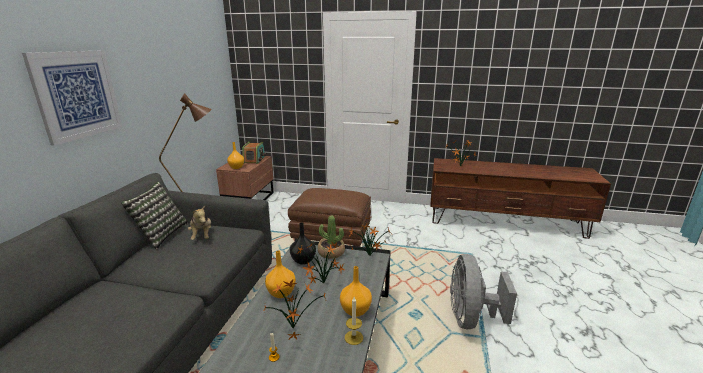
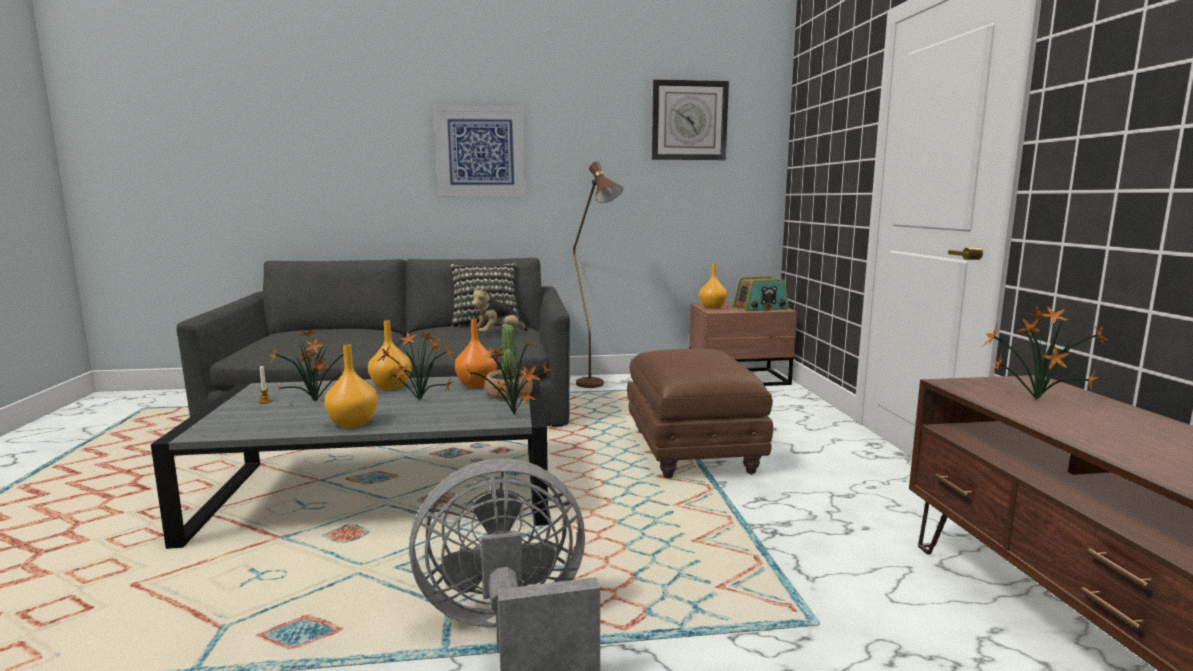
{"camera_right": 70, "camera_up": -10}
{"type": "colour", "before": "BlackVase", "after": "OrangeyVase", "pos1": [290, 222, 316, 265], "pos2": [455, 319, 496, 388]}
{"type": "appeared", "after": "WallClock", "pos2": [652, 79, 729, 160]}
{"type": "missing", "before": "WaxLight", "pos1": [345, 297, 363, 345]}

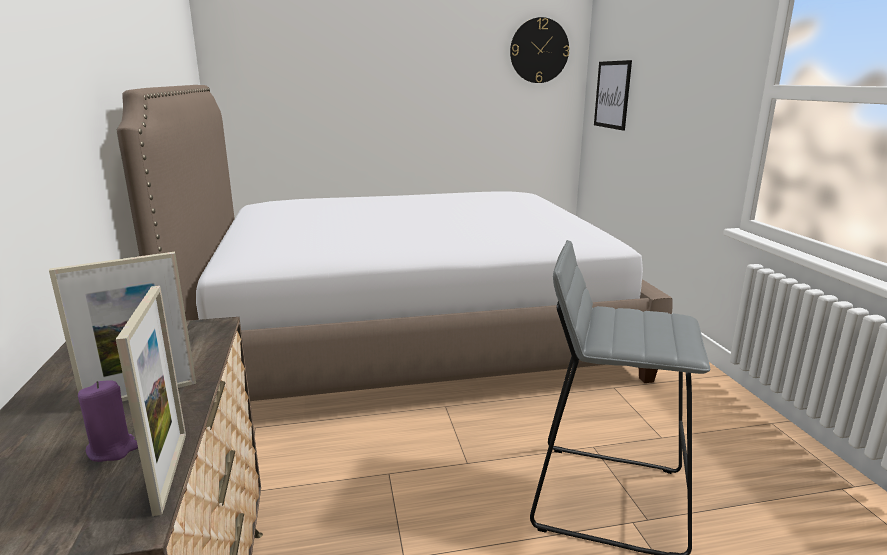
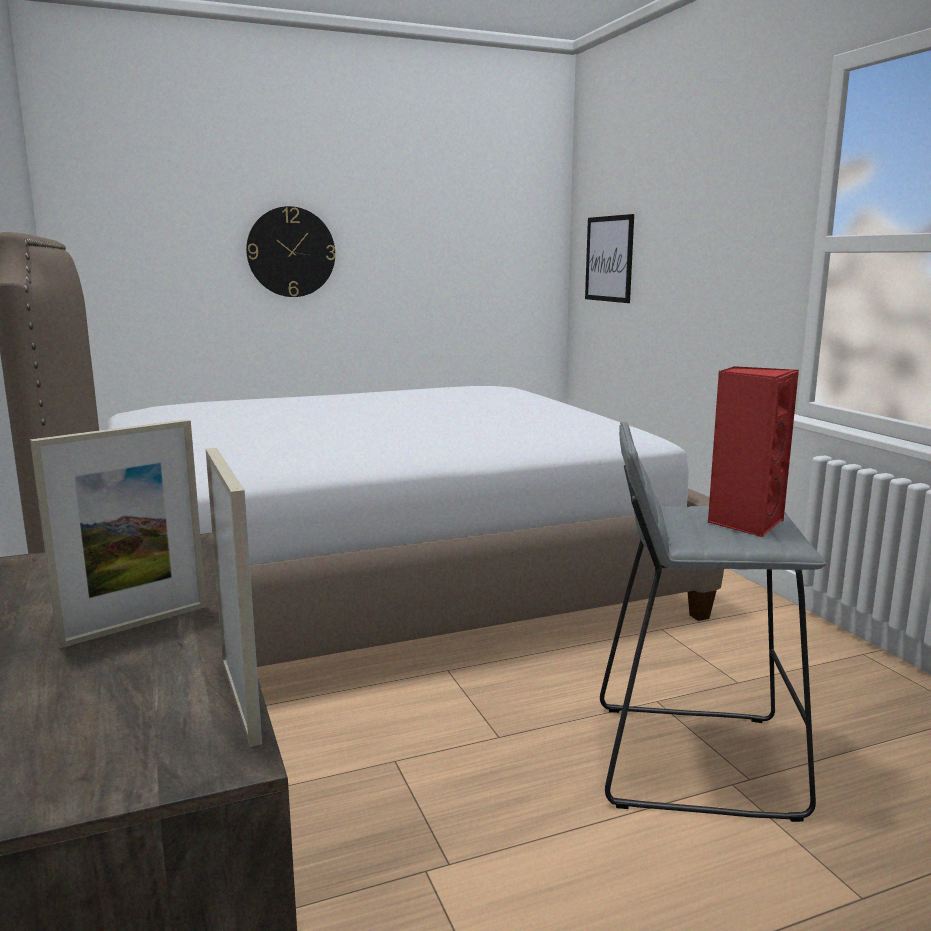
{"camera_right": -10, "camera_up": -5}
{"type": "relocated", "before": "WallClock", "pos1": [510, 17, 569, 83], "pos2": [246, 206, 335, 297]}
{"type": "appeared", "after": "ReddishAudioSpeaker", "pos2": [707, 366, 799, 537]}
{"type": "missing", "before": "PurpleColouredWaxLight", "pos1": [78, 380, 138, 462]}

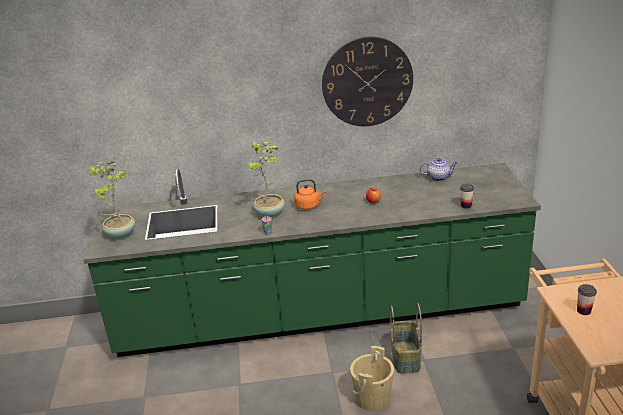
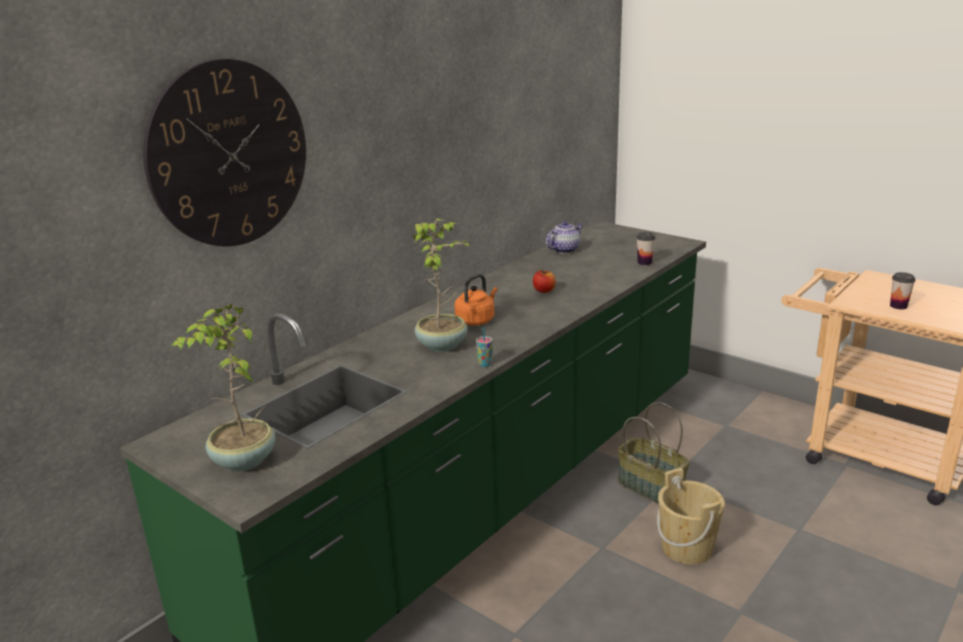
{"camera_right": -45, "camera_up": -5}
{"type": "relocated", "before": "WallClock", "pos1": [322, 37, 413, 126], "pos2": [143, 59, 306, 246]}

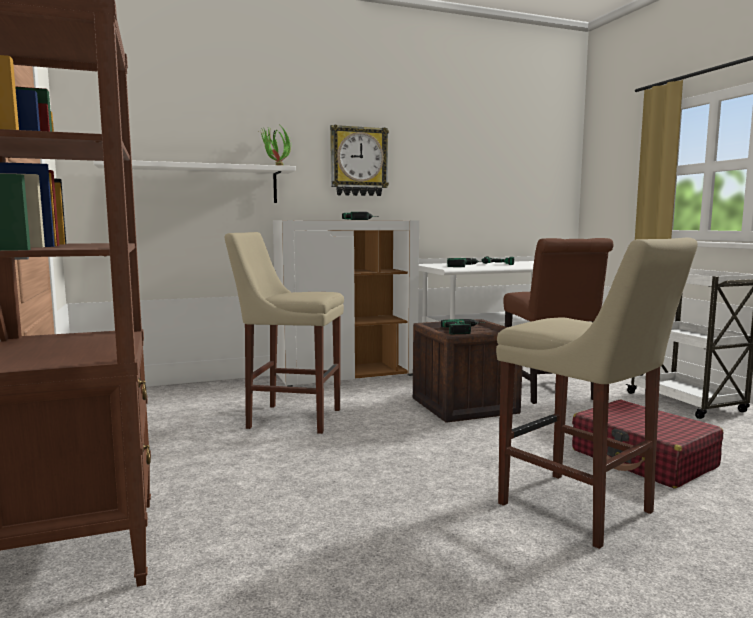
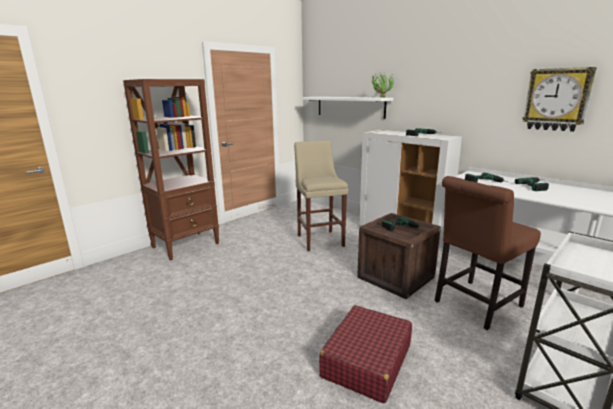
{"camera_right": 65, "camera_up": 10}
{"type": "relocated", "before": "WallClock", "pos1": [330, 125, 389, 196], "pos2": [522, 67, 597, 132]}
{"type": "missing", "before": "BeigeSittingStool", "pos1": [496, 238, 698, 549]}

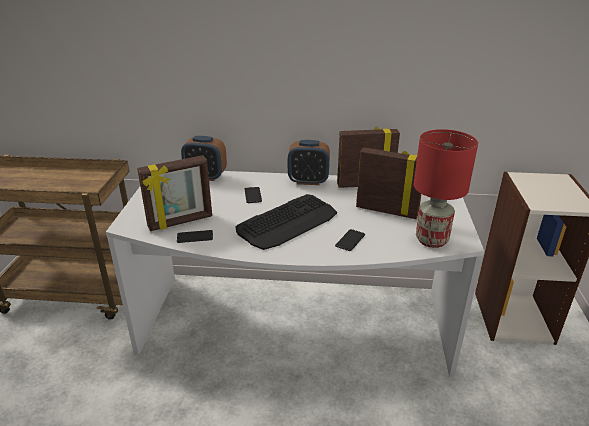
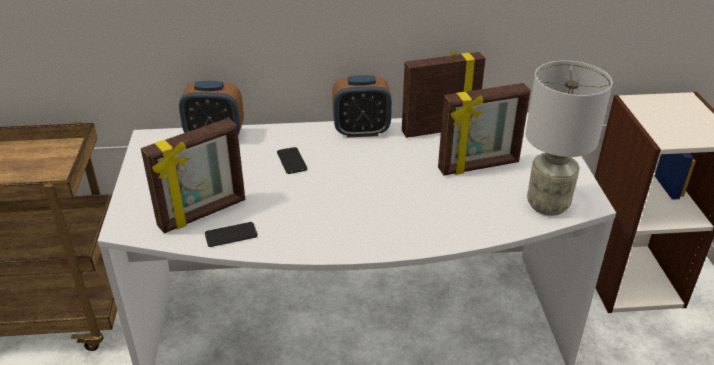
{"camera_right": -10, "camera_up": 5}
{"type": "spun", "before": "StandingFrame", "pos1": [356, 147, 422, 219], "pos2": [438, 83, 531, 175], "turn": 150}
{"type": "colour", "before": "ReddishLampForATable", "after": "GreyLampForATable", "pos1": [414, 129, 478, 248], "pos2": [525, 61, 612, 216]}
{"type": "missing", "before": "ComputerKeyboard", "pos1": [236, 194, 337, 250]}
{"type": "missing", "before": "Telephone", "pos1": [335, 229, 365, 251]}

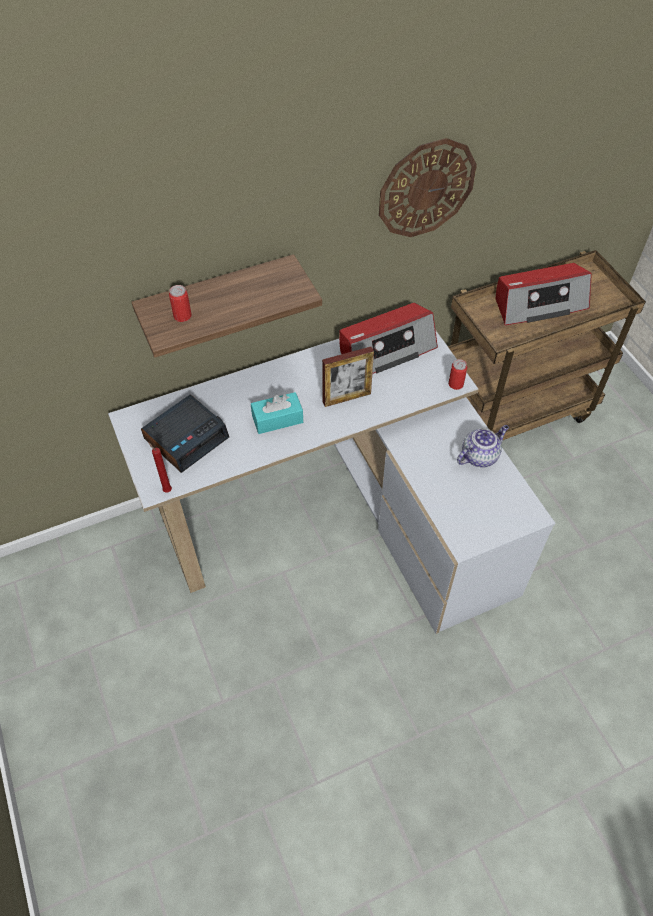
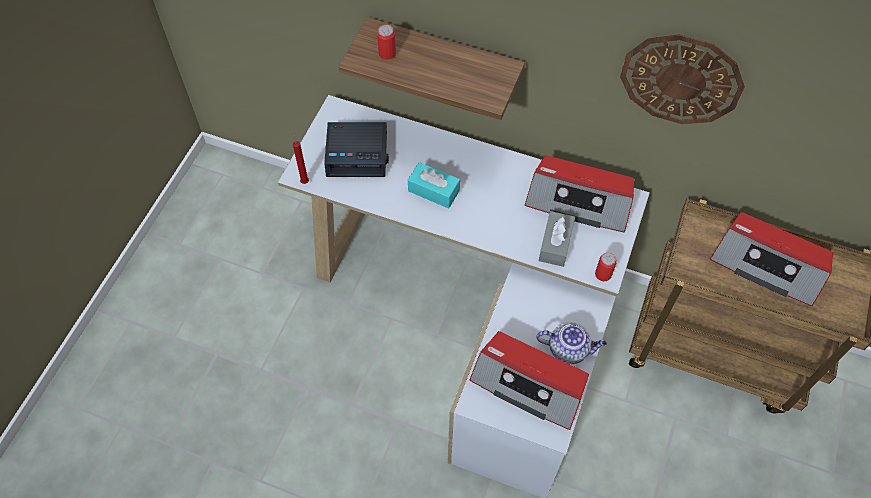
{"camera_right": 45, "camera_up": 5}
{"type": "appeared", "after": "Radio", "pos2": [470, 331, 589, 430]}
{"type": "appeared", "after": "GreyTissueBox", "pos2": [539, 211, 575, 267]}
{"type": "missing", "before": "StandingFrame", "pos1": [322, 347, 374, 407]}

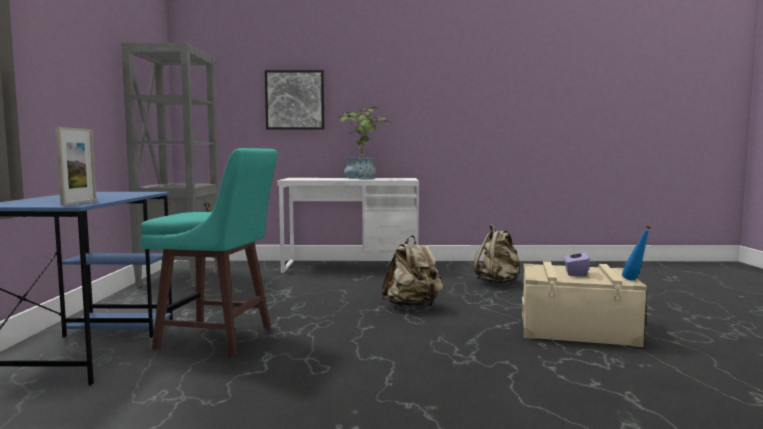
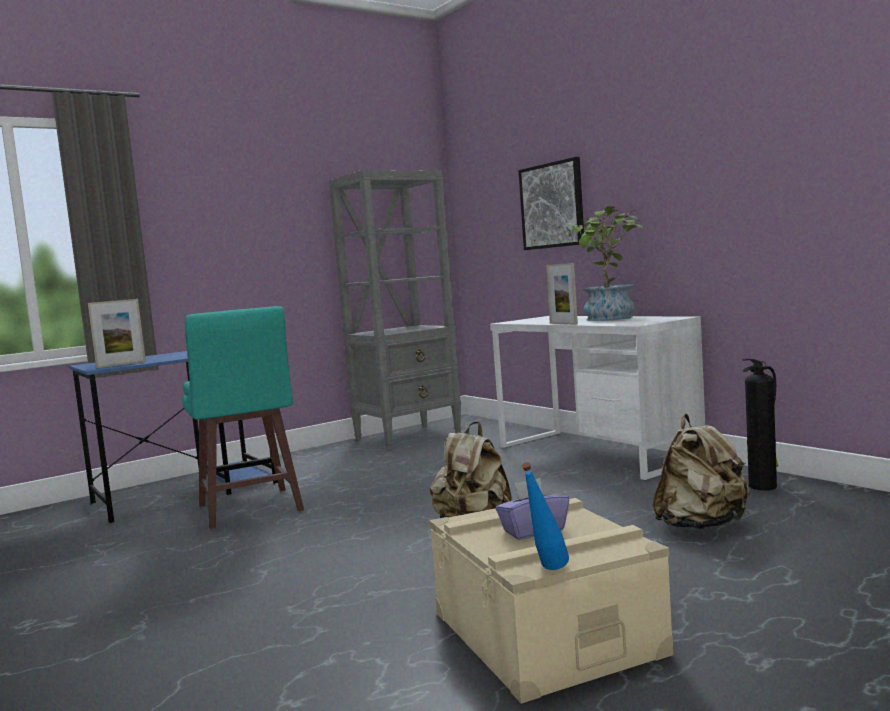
{"camera_right": 55, "camera_up": 0}
{"type": "appeared", "after": "StandingFrame", "pos2": [546, 263, 578, 325]}
{"type": "appeared", "after": "Extinguisher", "pos2": [742, 359, 779, 490]}

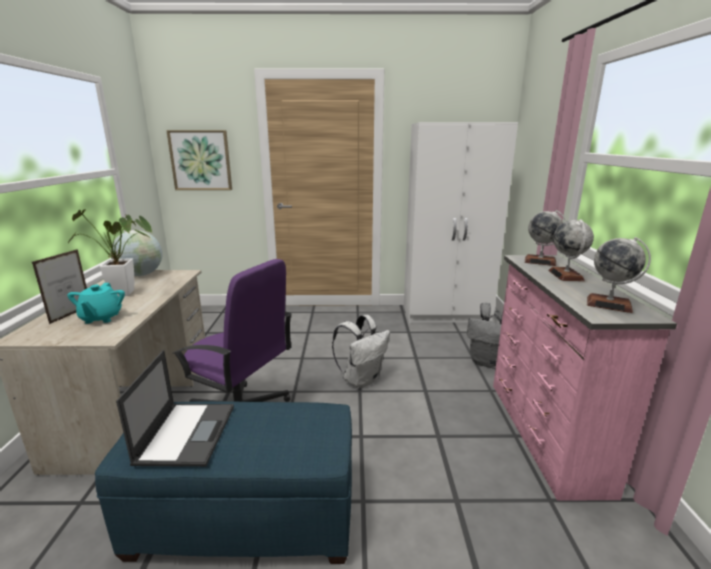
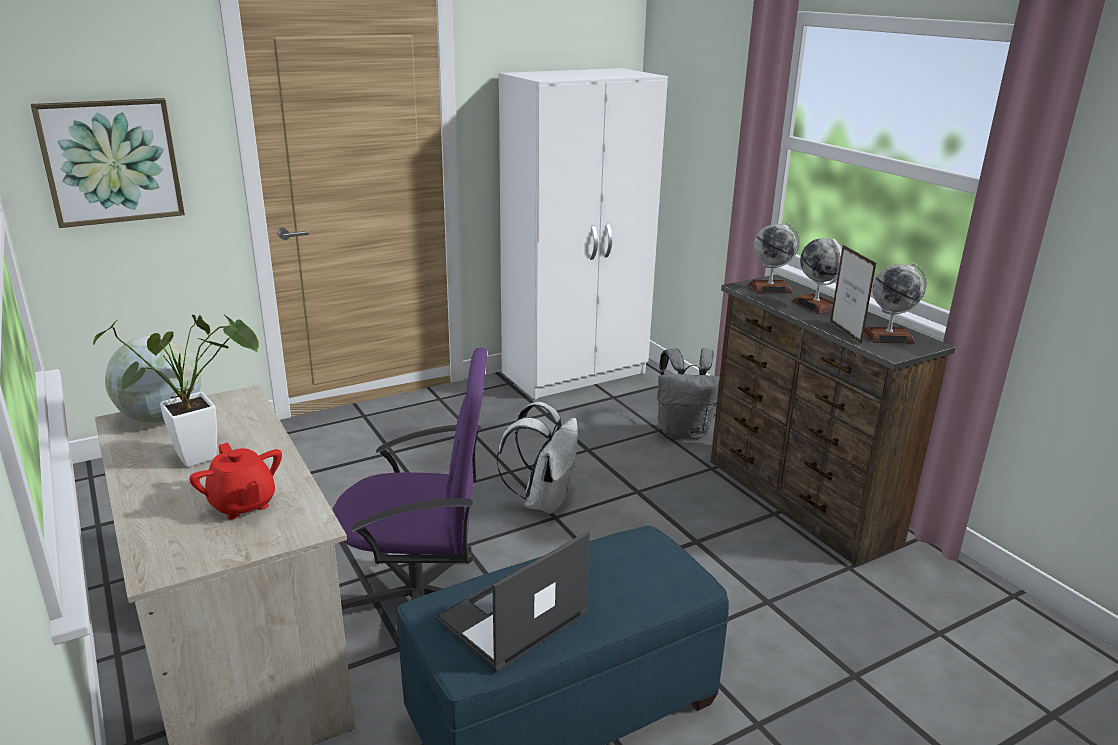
{"camera_right": -30, "camera_up": 5}
{"type": "colour", "before": "BlueGreenTeaPot", "after": "ReddishTeaPot", "pos1": [67, 283, 125, 324], "pos2": [189, 443, 282, 520]}
{"type": "spun", "before": "PortableComputer", "pos1": [116, 350, 234, 467], "pos2": [435, 530, 590, 671], "turn": -105}
{"type": "colour", "before": "PinkishDresser", "after": "BrownDresser", "pos1": [493, 255, 677, 501], "pos2": [711, 275, 956, 566]}
{"type": "relocated", "before": "StandingFrame", "pos1": [32, 249, 87, 324], "pos2": [830, 245, 876, 344]}

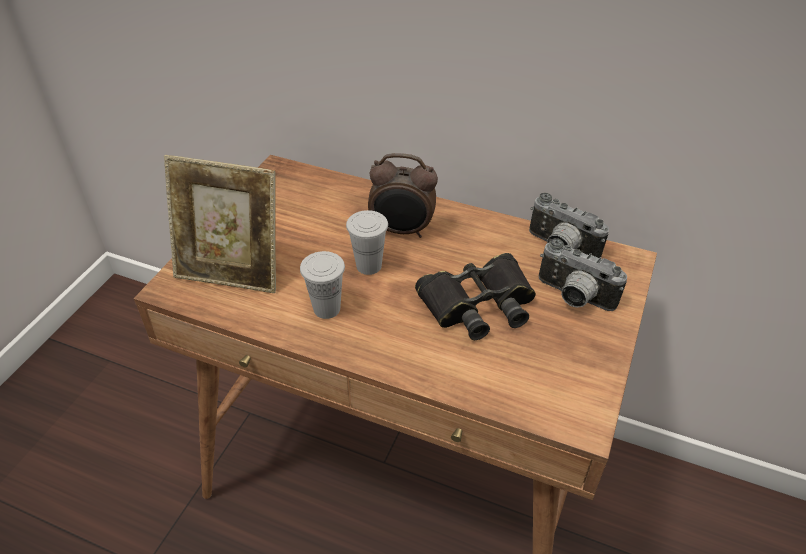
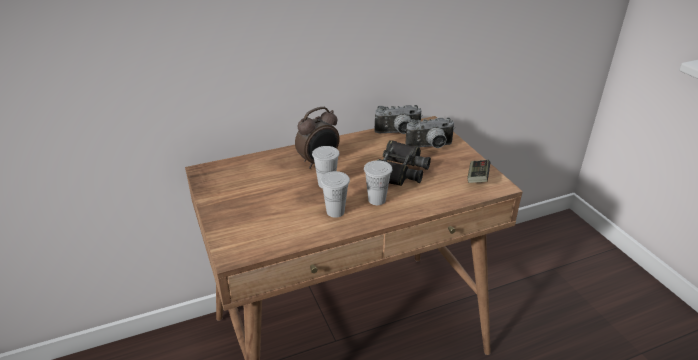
{"camera_right": -45, "camera_up": -10}
{"type": "appeared", "after": "WhiteSmallCup", "pos2": [364, 160, 392, 205]}
{"type": "appeared", "after": "Gamepad", "pos2": [468, 160, 490, 183]}
{"type": "missing", "before": "StandingFrame", "pos1": [164, 155, 276, 293]}

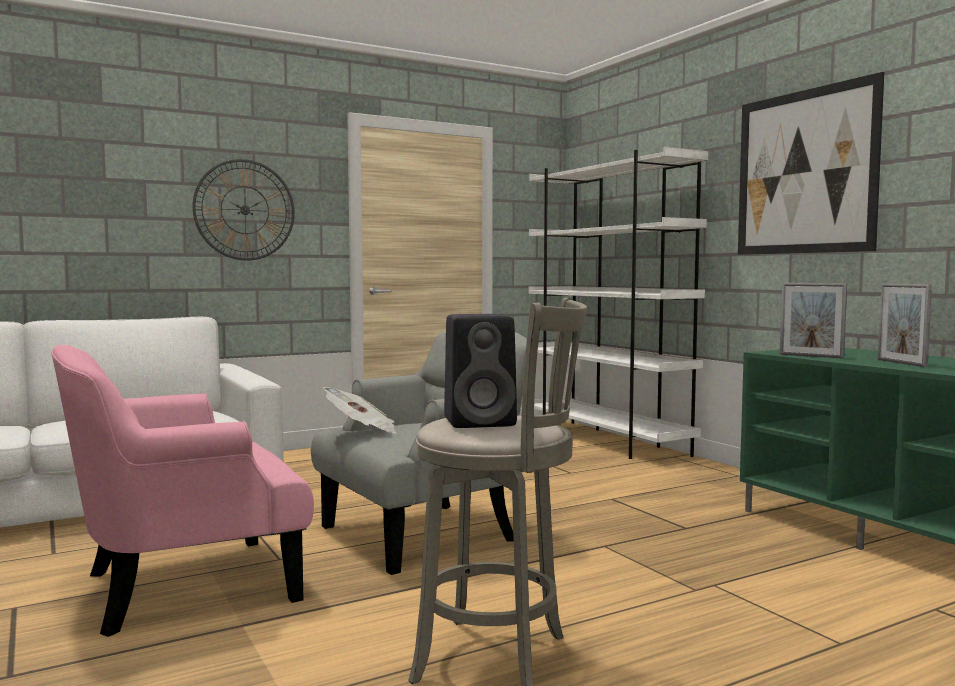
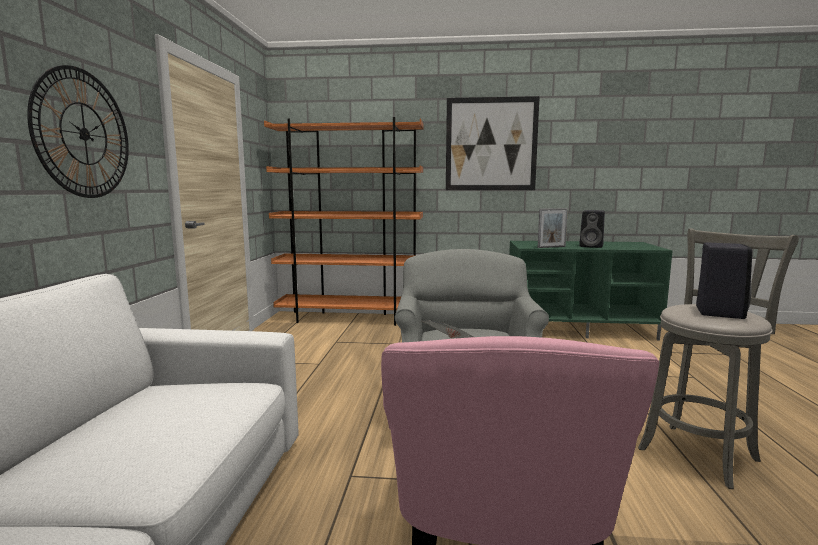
{"camera_right": -55, "camera_up": 5}
{"type": "colour", "before": "WhiteBookcase", "after": "OrangeyBookcase", "pos1": [529, 147, 709, 459], "pos2": [264, 117, 424, 326]}
{"type": "exchanged", "before": "StandingFrame", "after": "BlackAudioSpeaker", "pos1": [878, 283, 932, 367], "pos2": [579, 210, 605, 248]}

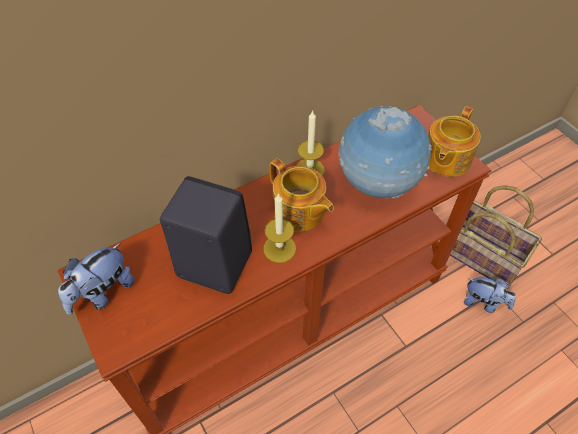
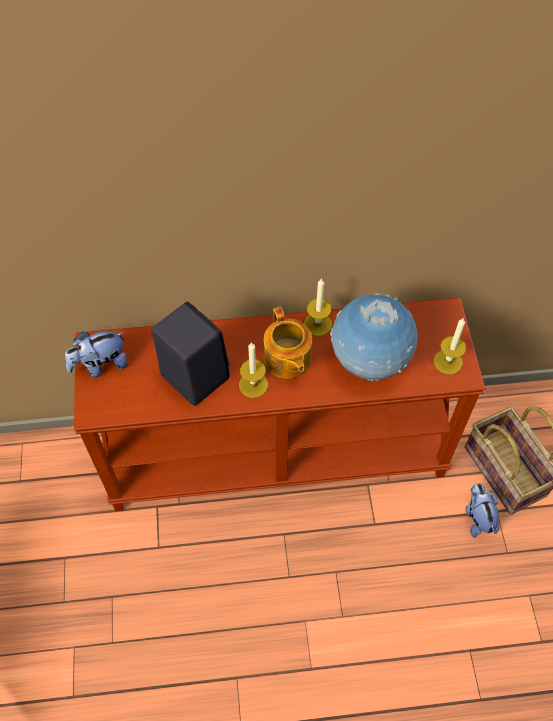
{"camera_right": 25, "camera_up": 5}
{"type": "exchanged", "before": "TeaPot", "after": "WaxLight", "pos1": [428, 106, 481, 177], "pos2": [434, 317, 466, 374]}
{"type": "spun", "before": "SoftToy", "pos1": [464, 277, 516, 313], "pos2": [465, 483, 499, 538], "turn": -150}

